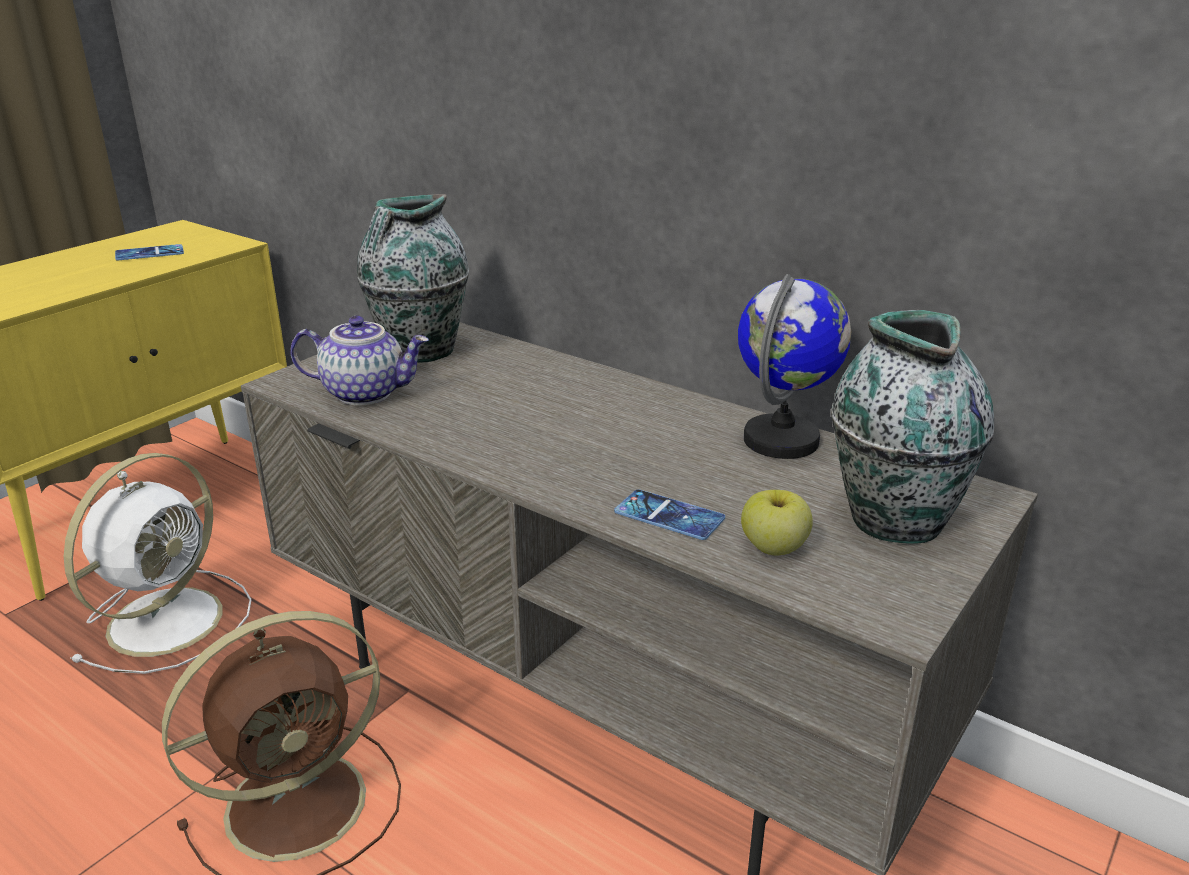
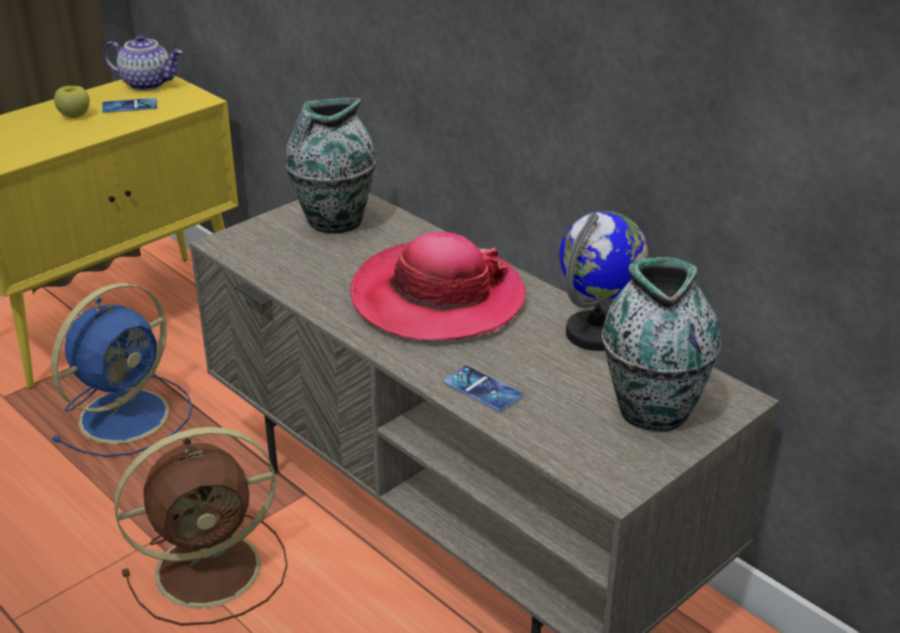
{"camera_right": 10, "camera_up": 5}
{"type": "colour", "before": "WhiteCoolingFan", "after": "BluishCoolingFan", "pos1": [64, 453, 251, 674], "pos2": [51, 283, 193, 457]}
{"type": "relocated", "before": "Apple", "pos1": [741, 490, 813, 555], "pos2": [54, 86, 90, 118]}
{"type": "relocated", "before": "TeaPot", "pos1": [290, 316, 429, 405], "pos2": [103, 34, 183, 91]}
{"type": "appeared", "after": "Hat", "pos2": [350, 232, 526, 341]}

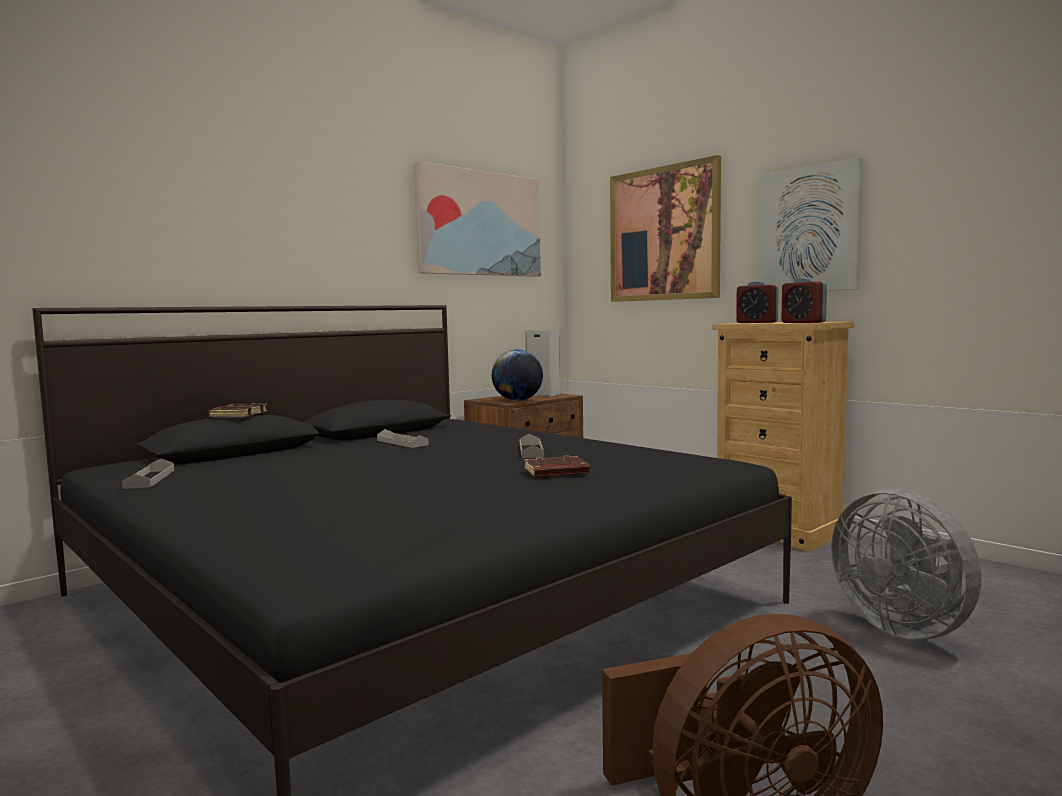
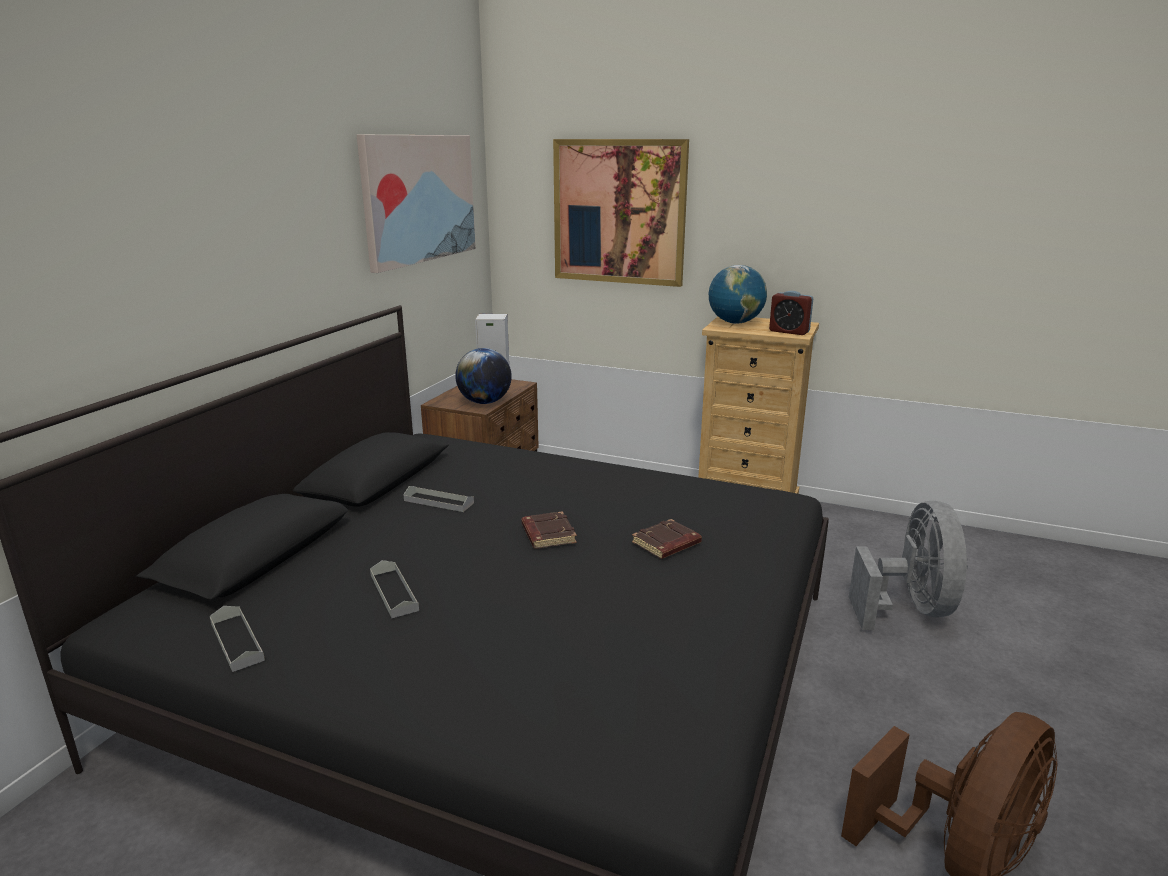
{"camera_right": -25, "camera_up": 15}
{"type": "relocated", "before": "GreyServingTray", "pos1": [520, 434, 544, 458], "pos2": [370, 560, 419, 618]}
{"type": "relocated", "before": "BrownBoundBook", "pos1": [208, 403, 267, 417], "pos2": [522, 511, 577, 549]}
{"type": "exchanged", "before": "BedsideClock", "after": "DeskGlobe", "pos1": [736, 281, 778, 323], "pos2": [709, 265, 767, 324]}
{"type": "spun", "before": "GreyCoolingFan", "pos1": [831, 489, 982, 640], "pos2": [849, 501, 968, 630], "turn": -120}
{"type": "missing", "before": "Picture", "pos1": [759, 158, 863, 293]}

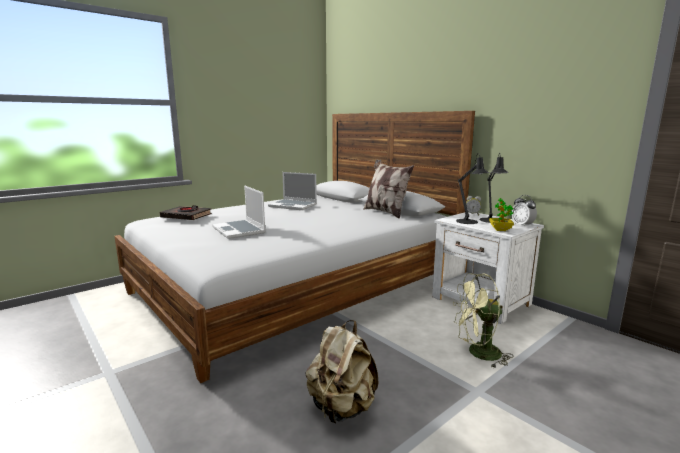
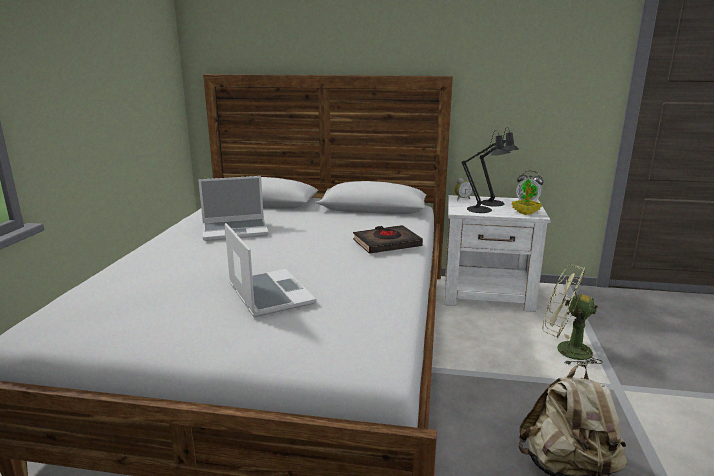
{"camera_right": -40, "camera_up": 5}
{"type": "spun", "before": "PortableComputer", "pos1": [212, 185, 266, 239], "pos2": [225, 223, 316, 317], "turn": -135}
{"type": "relocated", "before": "BlackBoundBook", "pos1": [160, 205, 212, 220], "pos2": [353, 225, 423, 254]}
{"type": "spun", "before": "GreenishCoolingFan", "pos1": [453, 273, 513, 368], "pos2": [543, 264, 603, 367], "turn": 75}
{"type": "missing", "before": "Cushion", "pos1": [363, 159, 414, 219]}

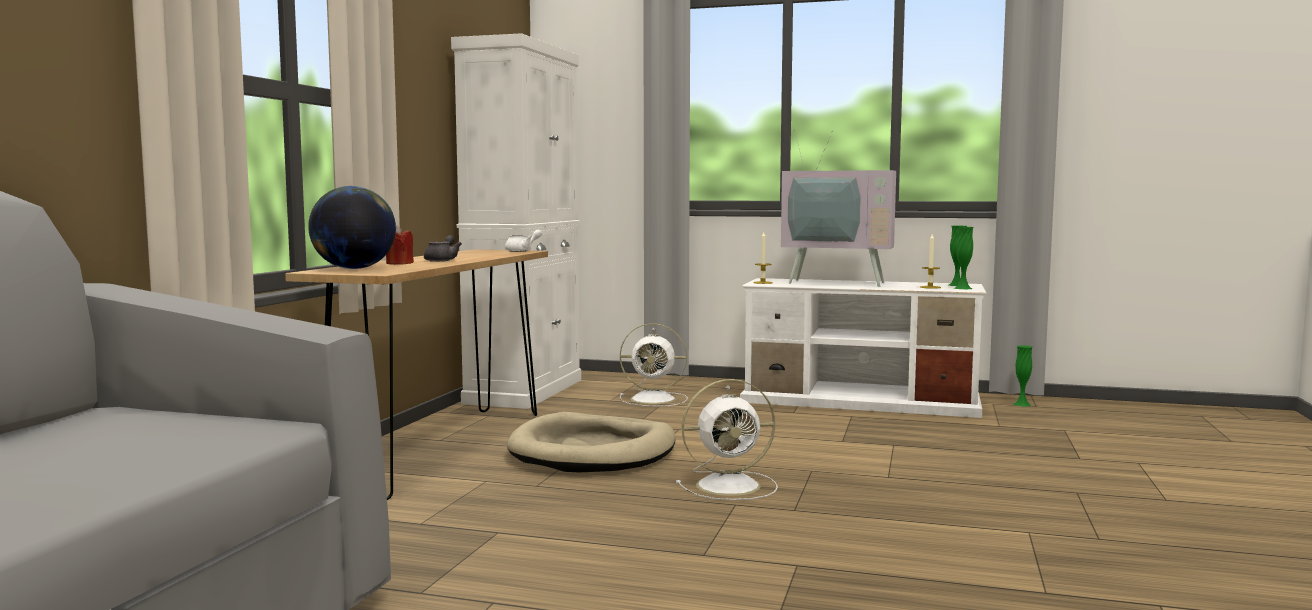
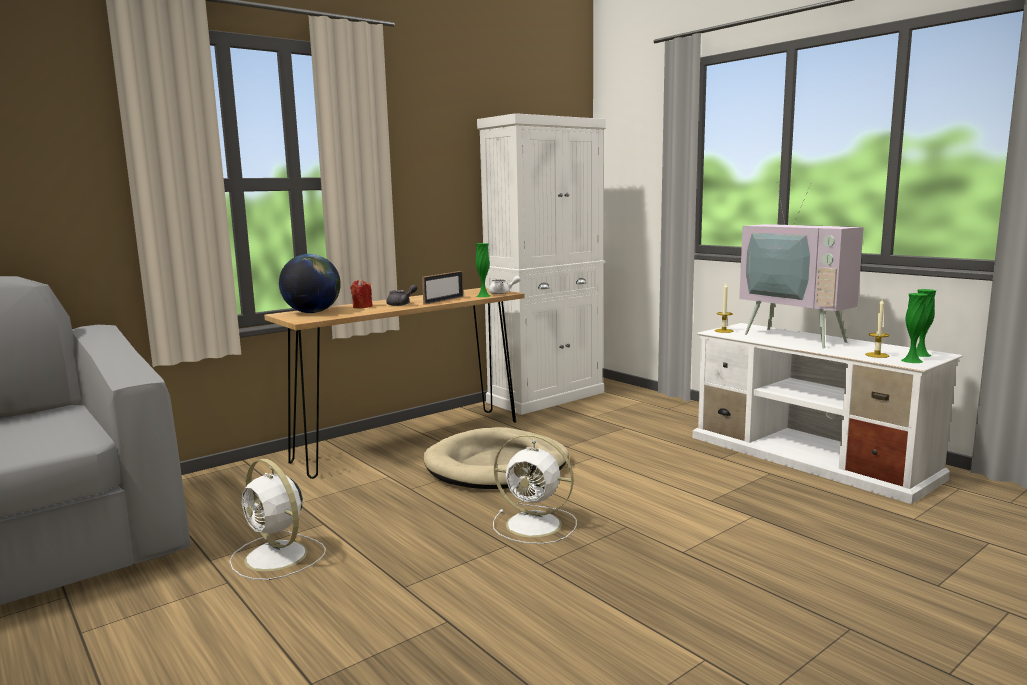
{"camera_right": 35, "camera_up": 5}
{"type": "relocated", "before": "WhiteCoolingFan", "pos1": [620, 323, 688, 407], "pos2": [229, 459, 326, 580]}
{"type": "appeared", "after": "StandingFrame", "pos2": [422, 271, 463, 305]}
{"type": "relocated", "before": "GreenishVase", "pos1": [1014, 345, 1033, 407], "pos2": [475, 243, 490, 297]}

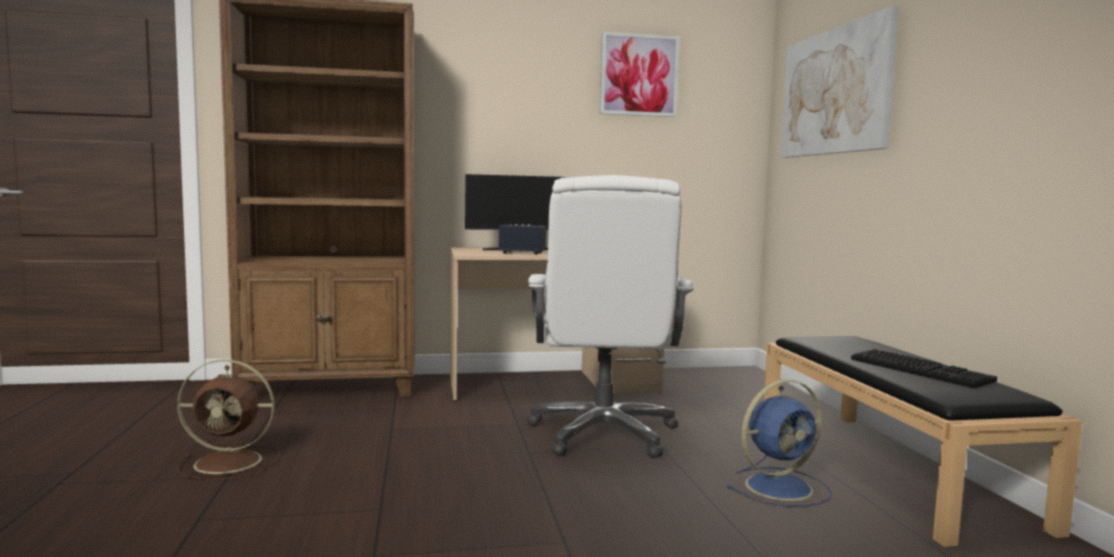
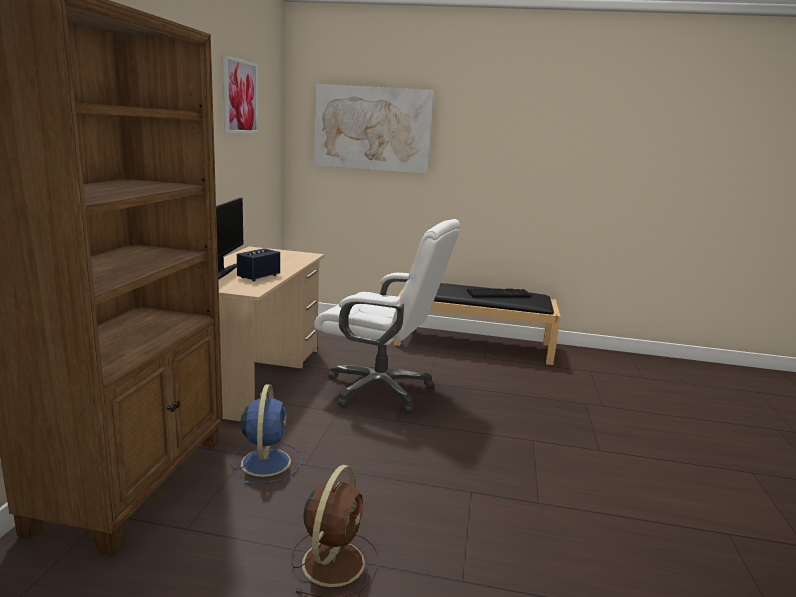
{"camera_right": -70, "camera_up": 10}
{"type": "relocated", "before": "BluishCoolingFan", "pos1": [726, 379, 832, 507], "pos2": [230, 384, 301, 485]}

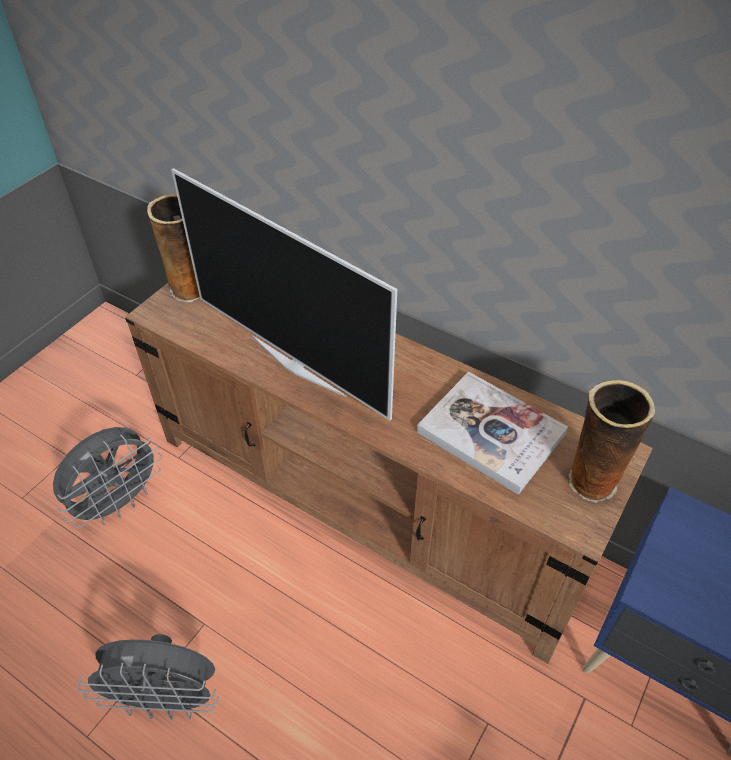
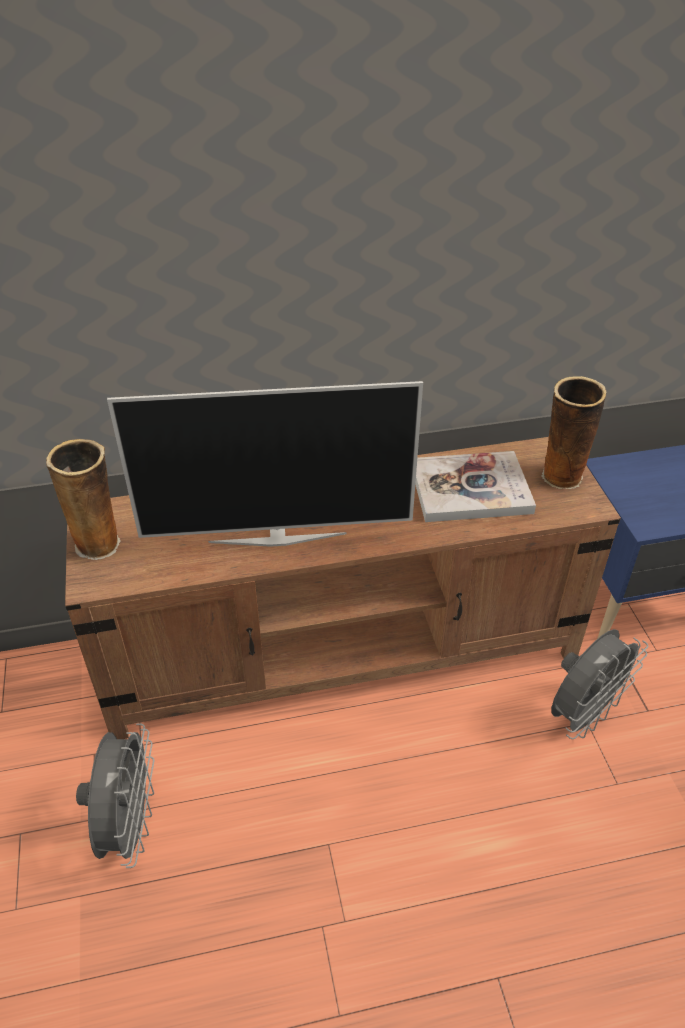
{"camera_right": -45, "camera_up": -5}
{"type": "relocated", "before": "GreyCoolingFan", "pos1": [78, 634, 219, 720], "pos2": [551, 629, 648, 739]}

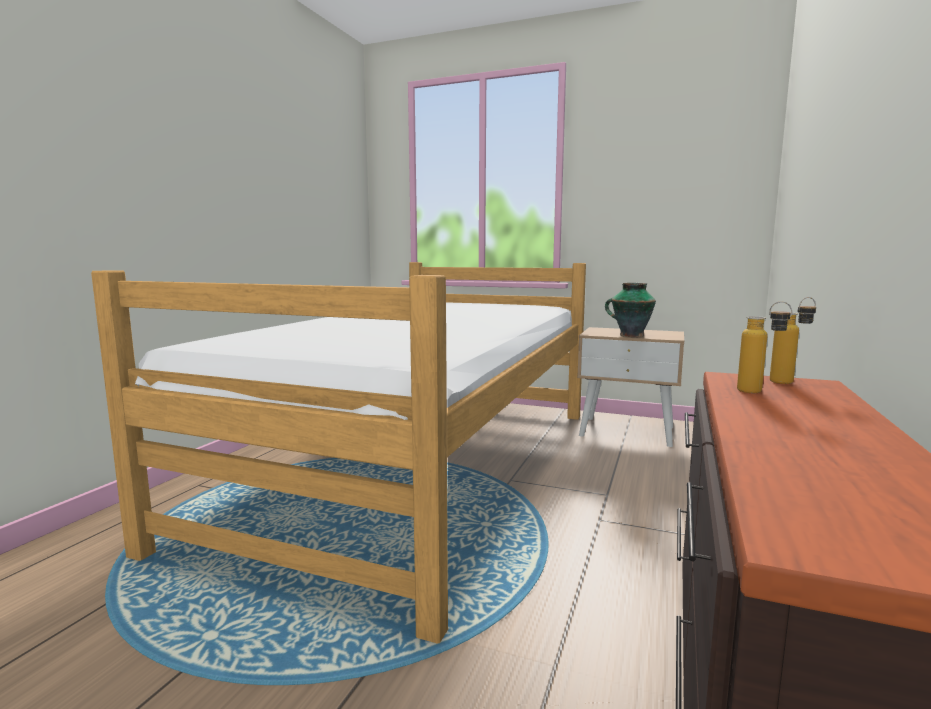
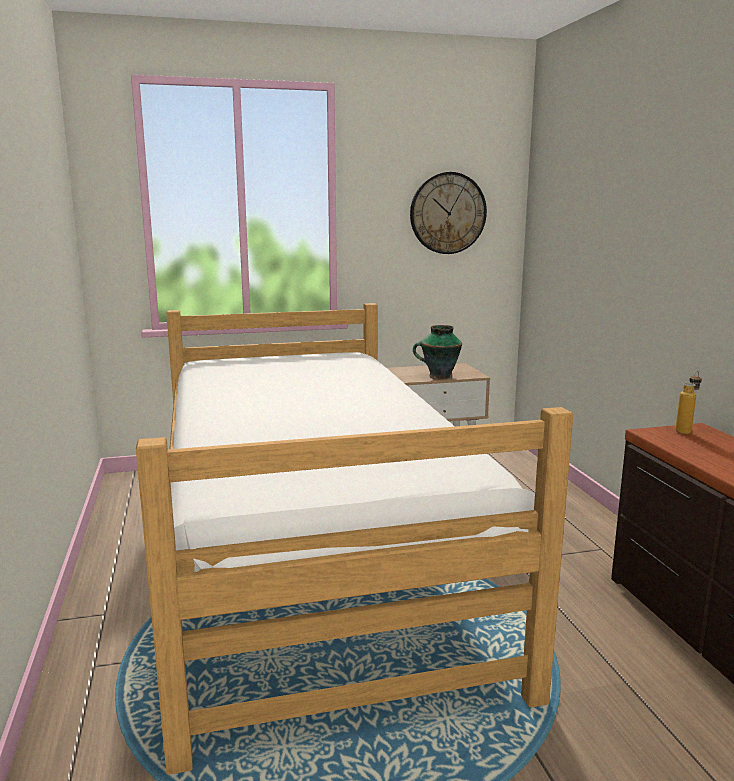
{"camera_right": -35, "camera_up": 5}
{"type": "appeared", "after": "WallClock", "pos2": [410, 172, 487, 254]}
{"type": "missing", "before": "BeverageBottle", "pos1": [737, 301, 792, 393]}

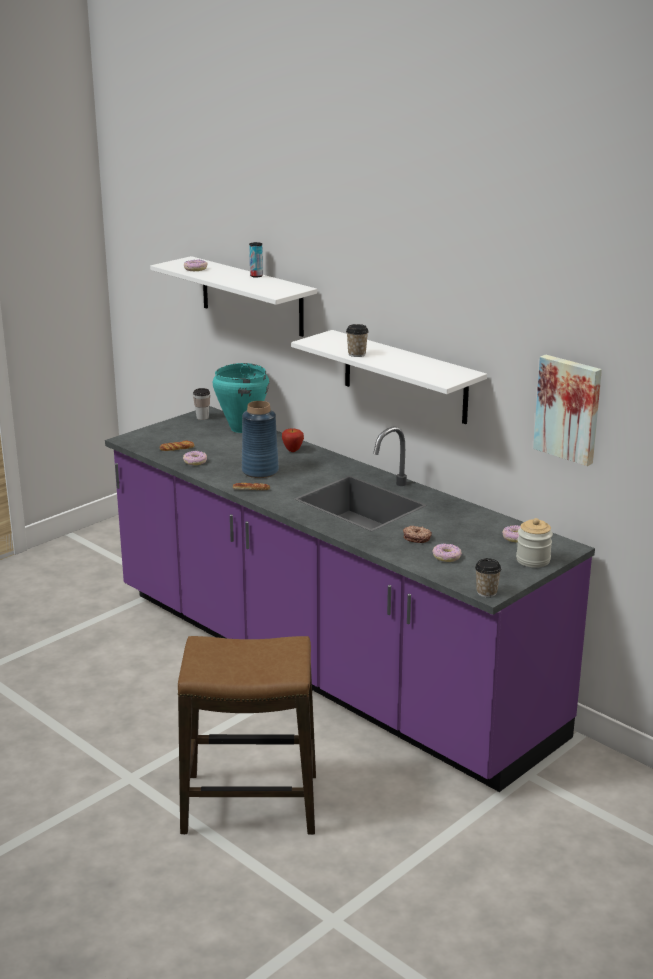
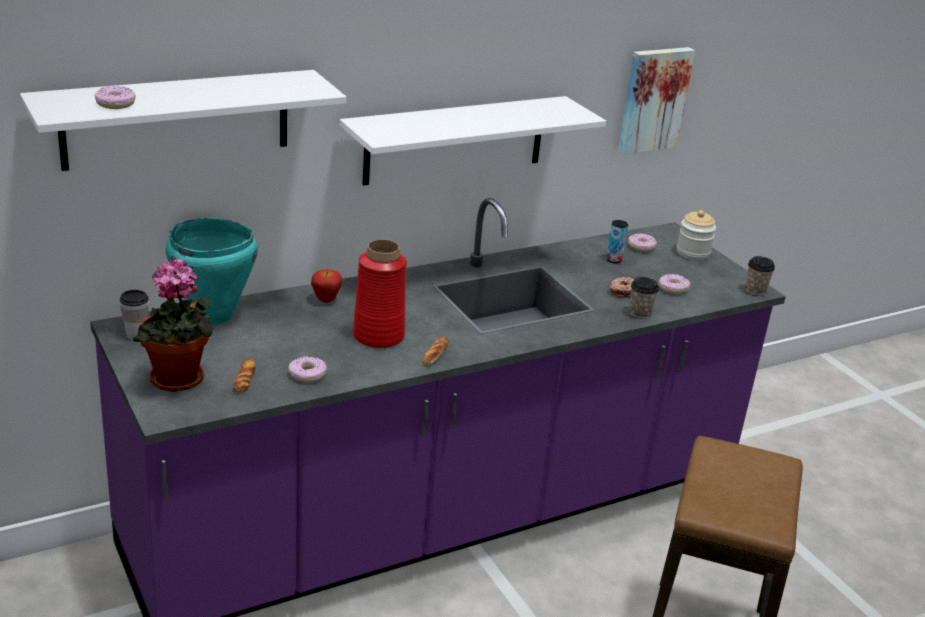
{"camera_right": -75, "camera_up": 5}
{"type": "appeared", "after": "PlantInAPot", "pos2": [133, 259, 214, 392]}
{"type": "colour", "before": "BluishVase", "after": "ReddishVase", "pos1": [242, 401, 279, 478], "pos2": [353, 239, 407, 348]}
{"type": "relocated", "before": "MetalCan", "pos1": [249, 242, 263, 278], "pos2": [606, 220, 628, 263]}
{"type": "relocated", "before": "SmallCup", "pos1": [346, 324, 369, 357], "pos2": [630, 277, 659, 319]}

